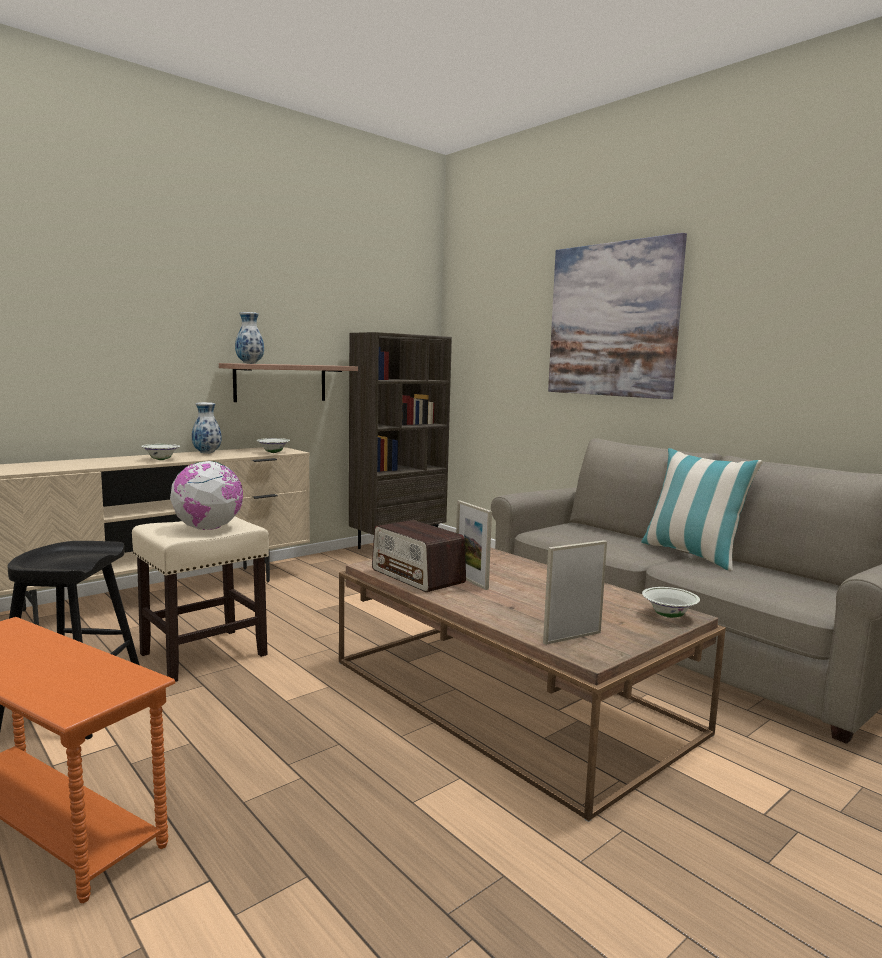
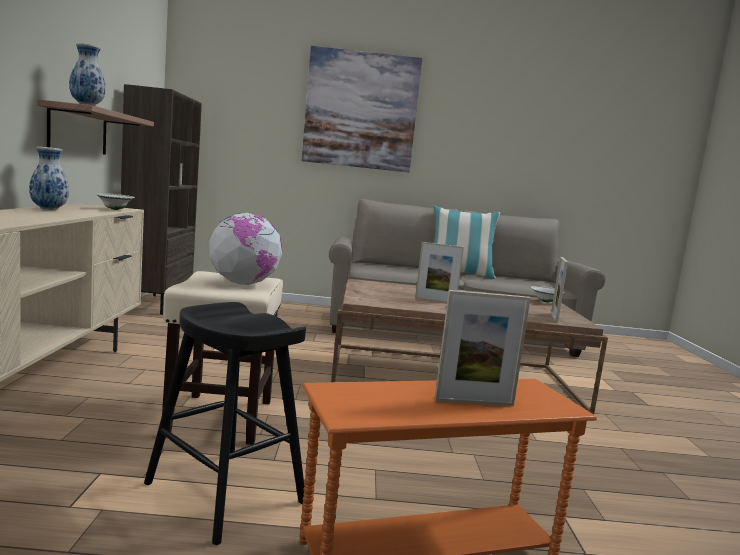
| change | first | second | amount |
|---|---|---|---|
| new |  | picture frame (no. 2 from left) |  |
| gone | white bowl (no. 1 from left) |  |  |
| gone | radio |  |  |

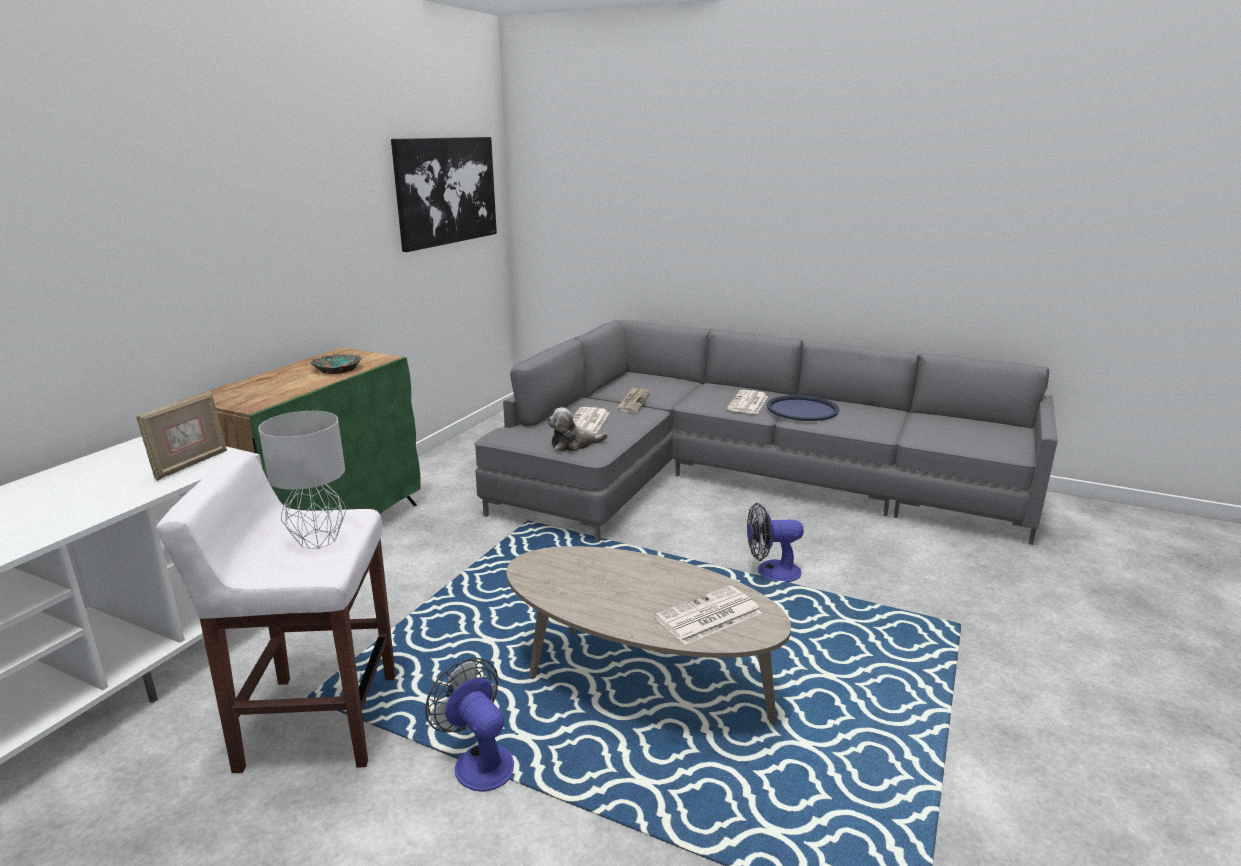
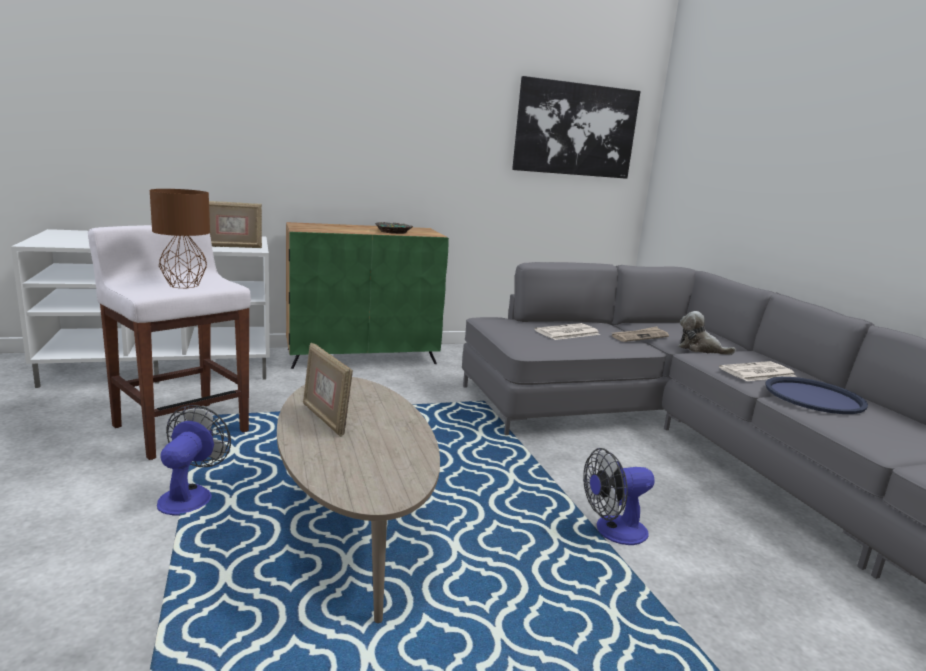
| change | first | second | amount |
|---|---|---|---|
| repainted | grey table lamp | brown table lamp |  |
| new |  | picture frame (no. 2 from left) |  |
| rotated | fan (no. 2 from left) |  | 60 degrees counterclockwise |
| shifted | plush toy |  |  |
| gone | newspaper (no. 3 from left) |  |  |

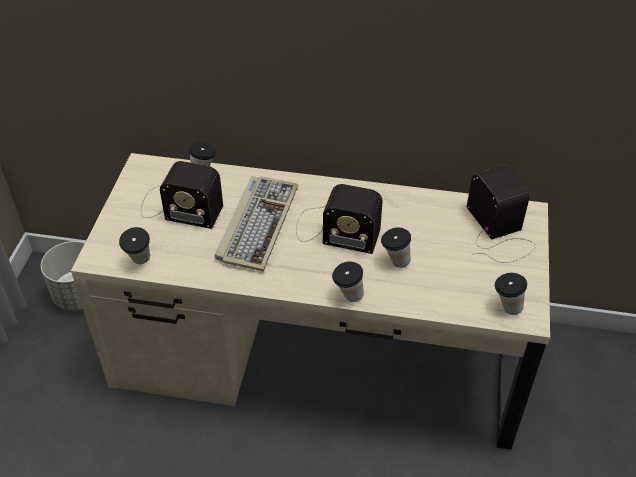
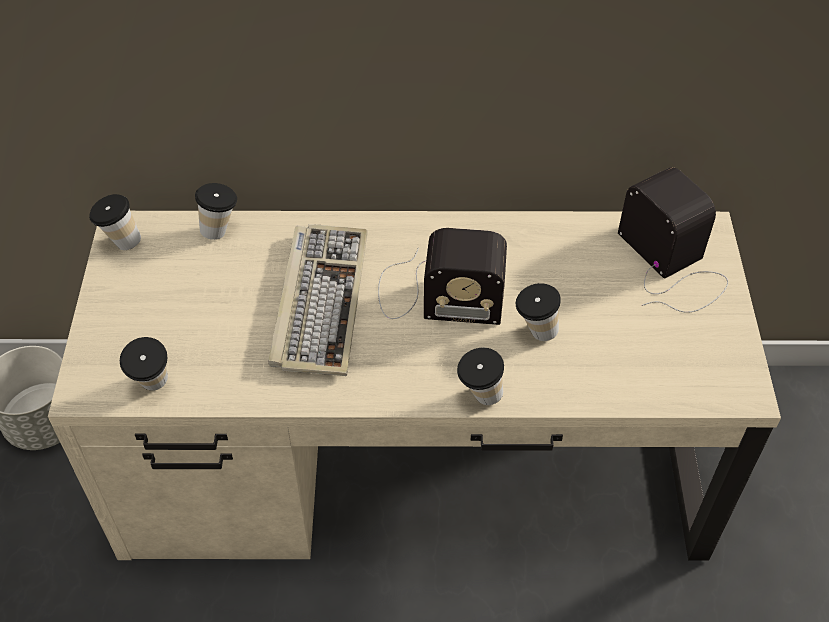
| change | first | second | amount |
|---|---|---|---|
| shifted | cup (no. 5 from left in the first image) | cup (no. 1 from left) |  |
| gone | radio (no. 1 from left) |  |  |

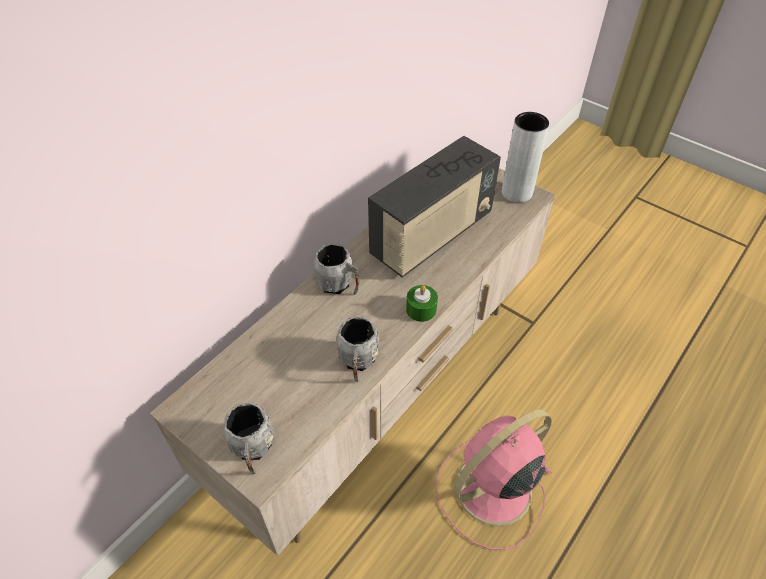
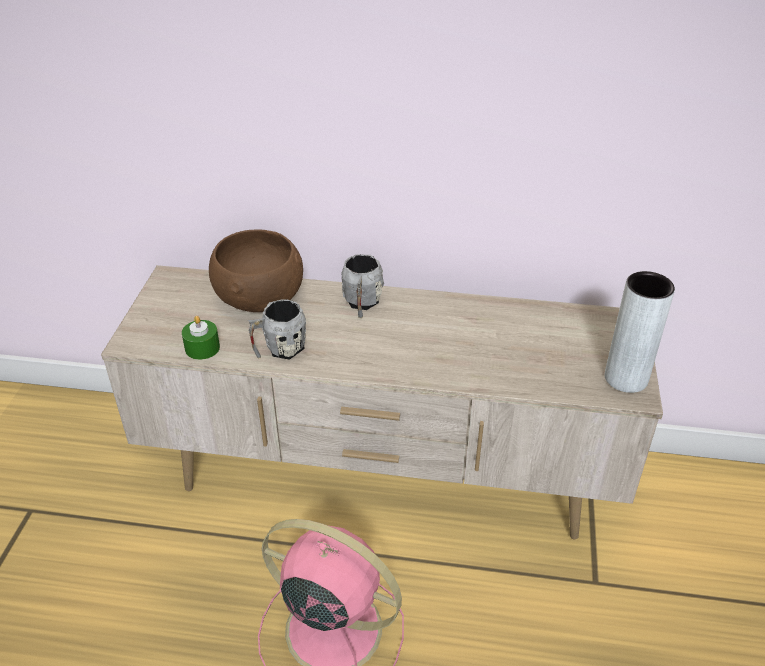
| change | first | second | amount |
|---|---|---|---|
| shifted | green candle |  |  |
| new |  | brown bowl |  |
| gone | grey mug (no. 1 from left) |  |  |
| gone | radio |  |  |

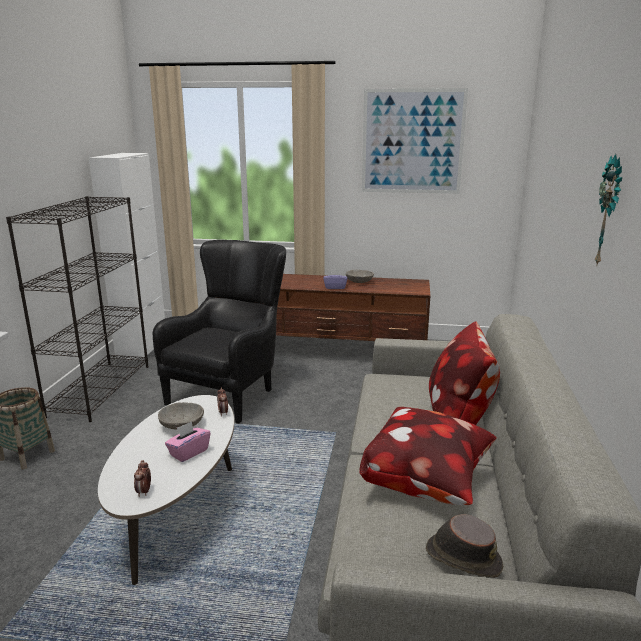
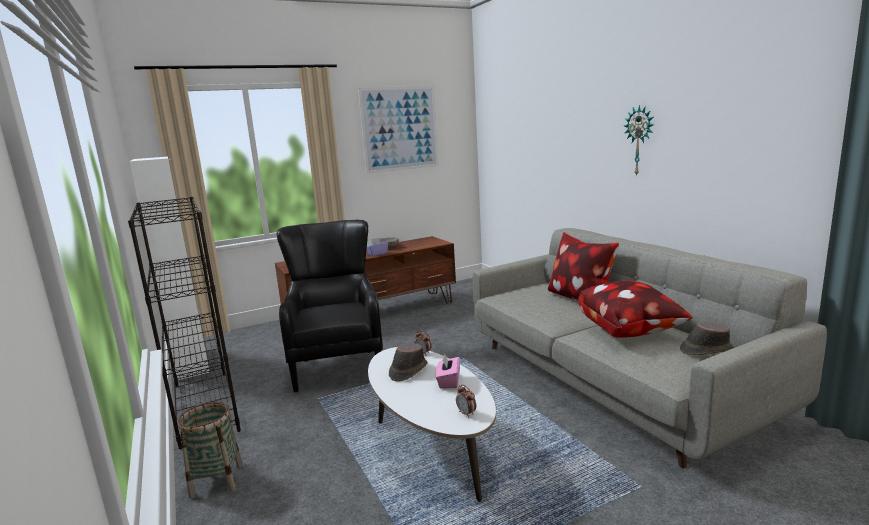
| change | first | second | amount |
|---|---|---|---|
| swapped | grey bowl (no. 1 from left) | brown hat (no. 1 from left) |  |

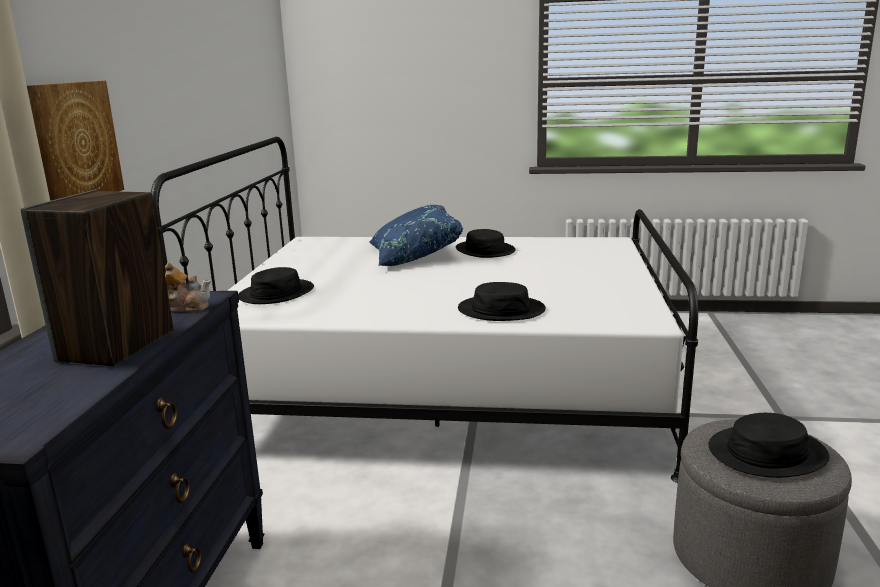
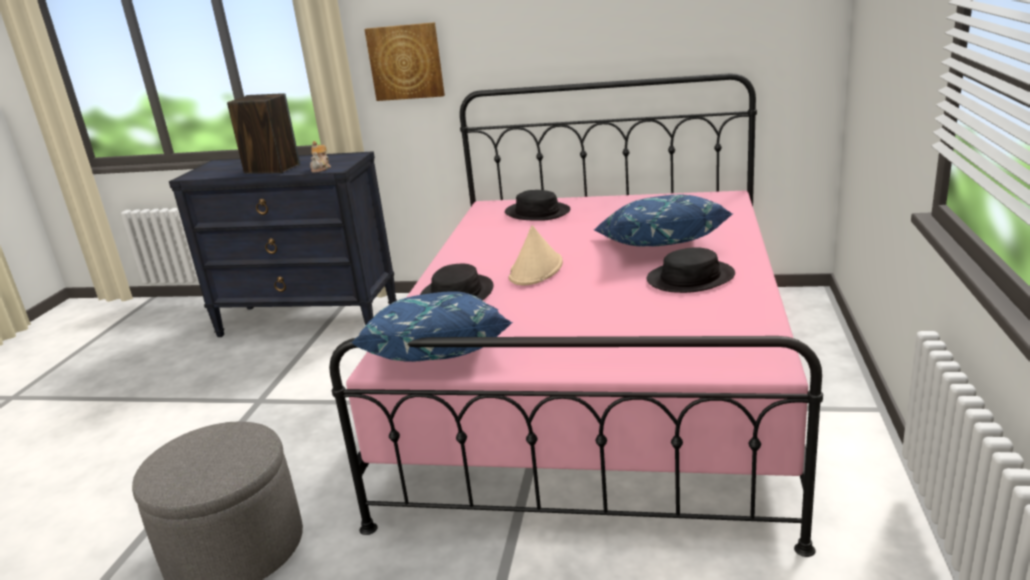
| change | first | second | amount |
|---|---|---|---|
| repainted | white bed | pink bed |  |
| new |  | blue pillow (no. 1 from left) |  |
| new |  | beige hat |  |
| gone | black hat (no. 4 from left) |  |  |

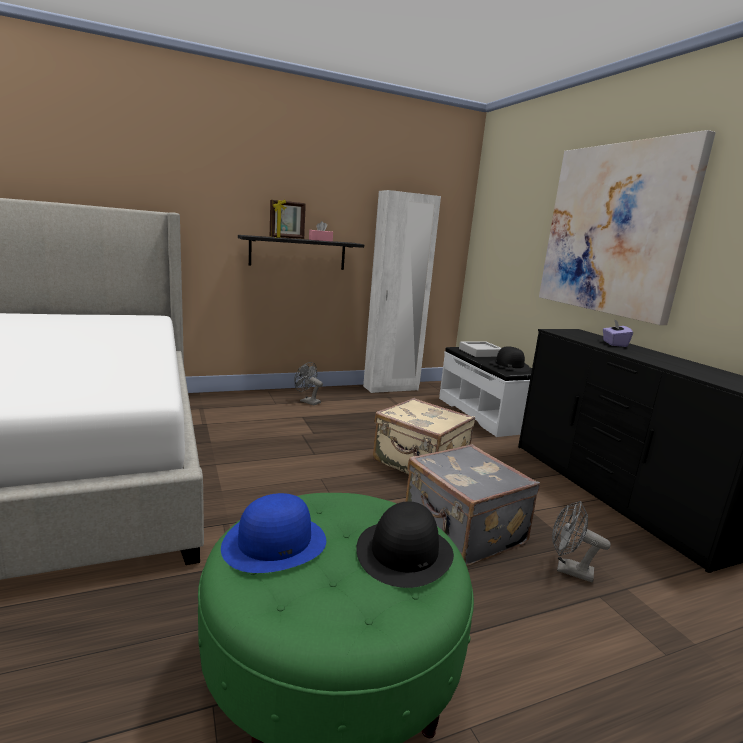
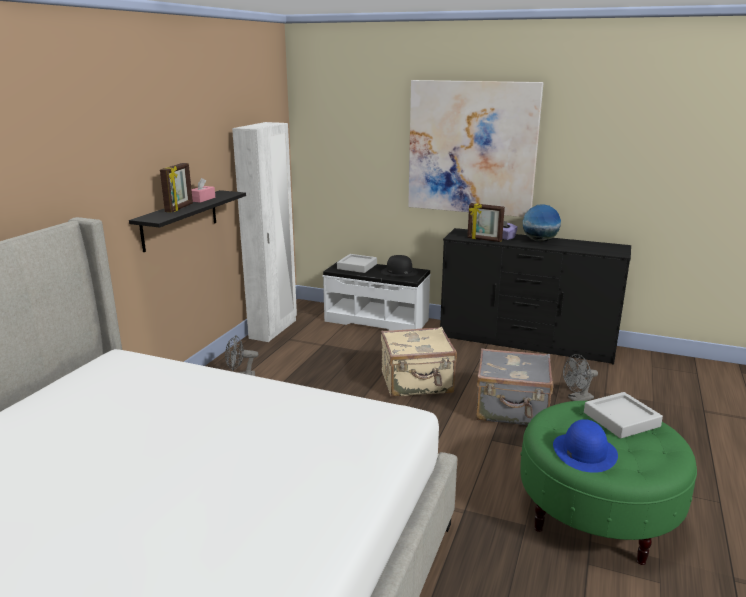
| change | first | second | amount |
|---|---|---|---|
| new |  | picture frame (no. 2 from left) |  |
| new |  | globe |  |
| swapped | black hat (no. 1 from left) | grey tray (no. 2 from left) |  |

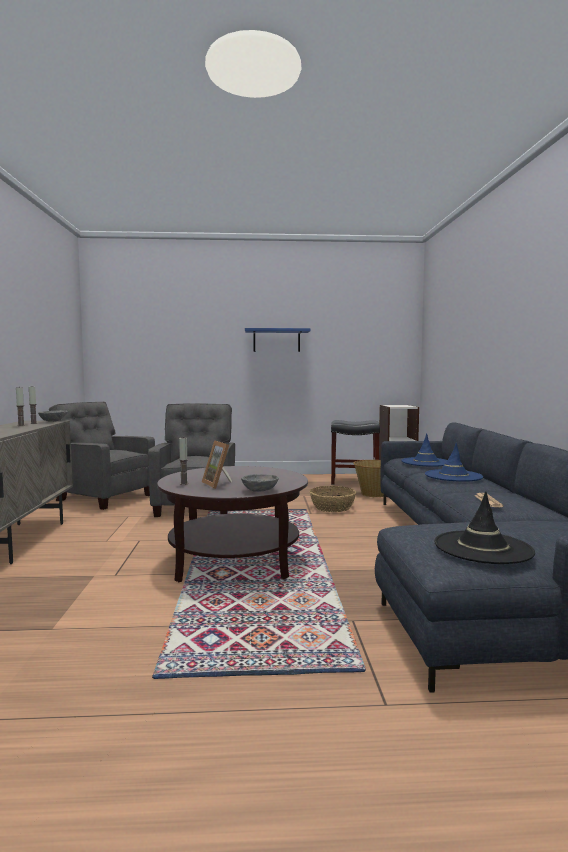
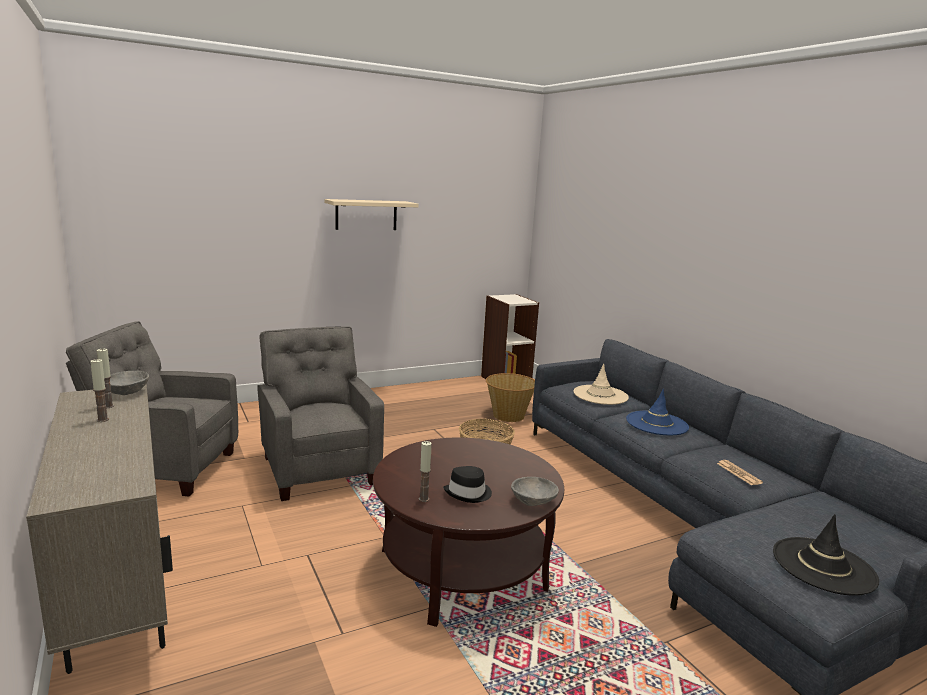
| change | first | second | amount |
|---|---|---|---|
| repainted | blue shelf | beige shelf |  |
| swapped | picture frame | black hat (no. 1 from left) |  |
| repainted | blue hat (no. 1 from left) | beige hat |  |
| gone | black stool |  |  |

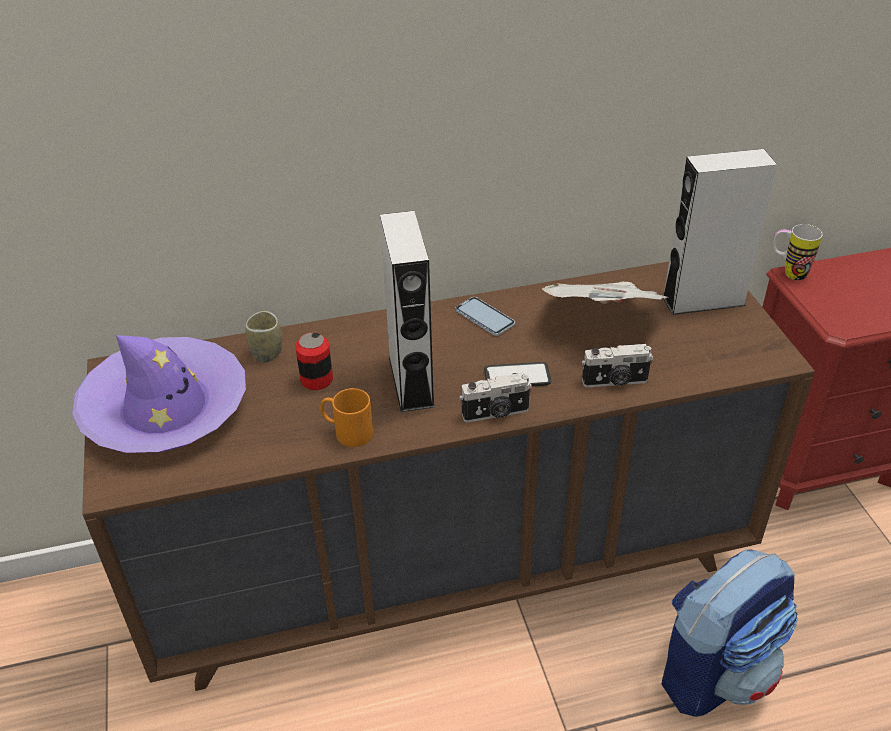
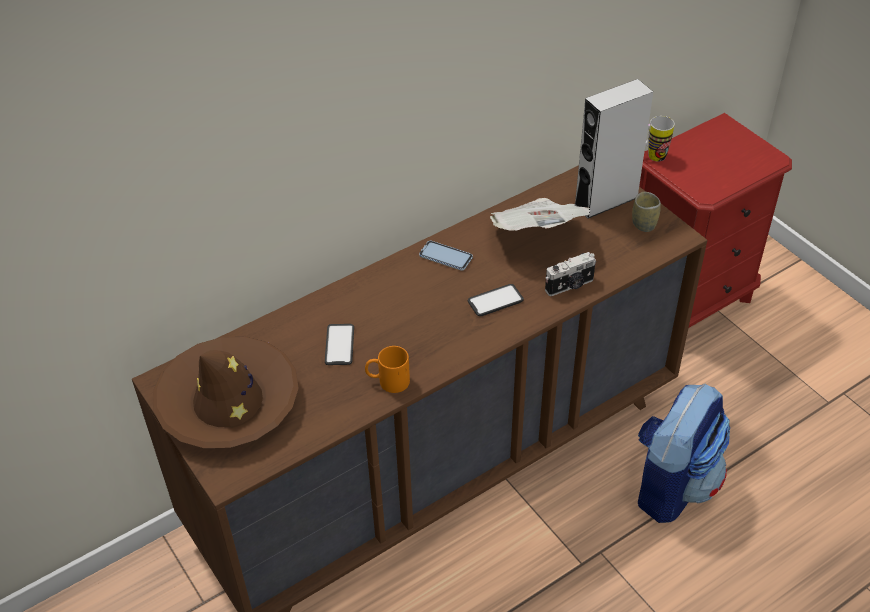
| change | first | second | amount |
|---|---|---|---|
| repainted | purple hat | brown hat |  |
| swapped | can | phone (no. 1 from left) |  |
| shifted | cup |  |  |
| gone | grey speaker (no. 1 from left) |  |  |
| gone | photo camera (no. 1 from left) |  |  |

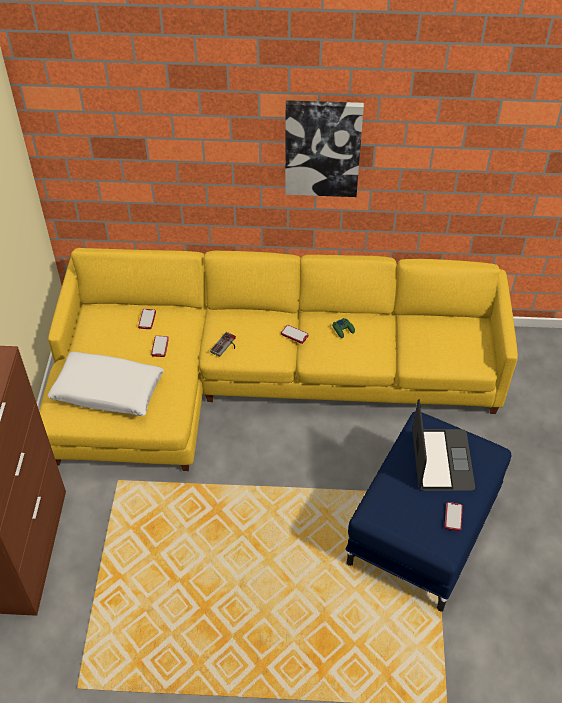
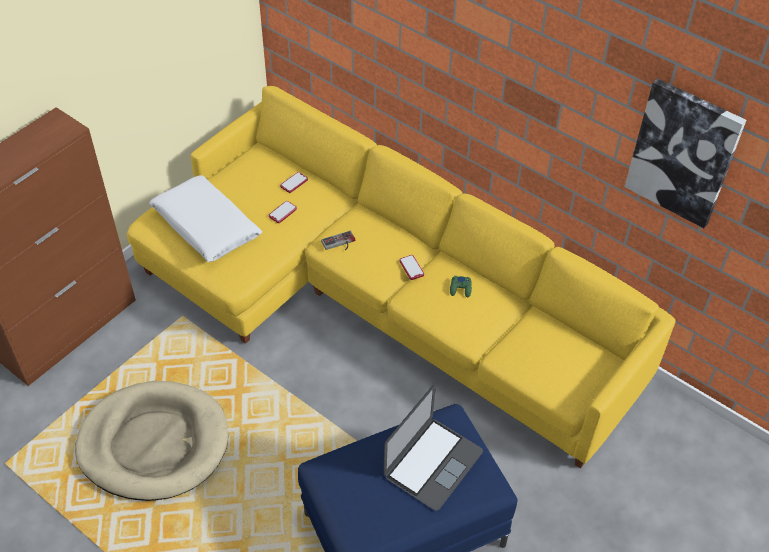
| change | first | second | amount |
|---|---|---|---|
| new |  | beige dog bed |  |
| shifted | picture |  |  |
| gone | phone (no. 4 from left) |  |  |

